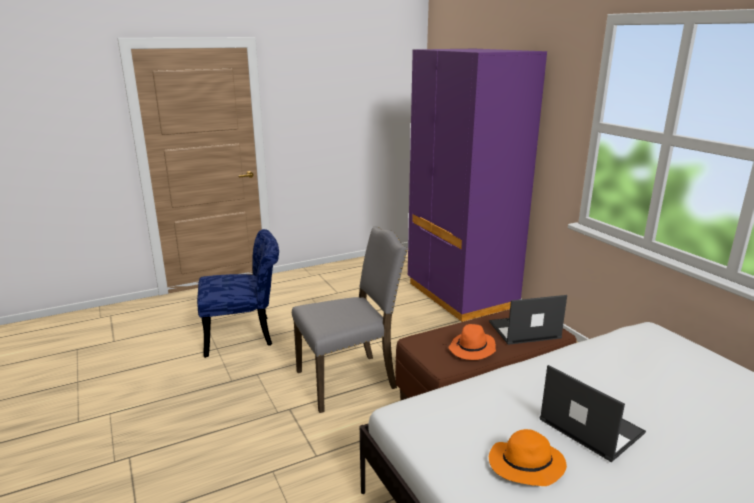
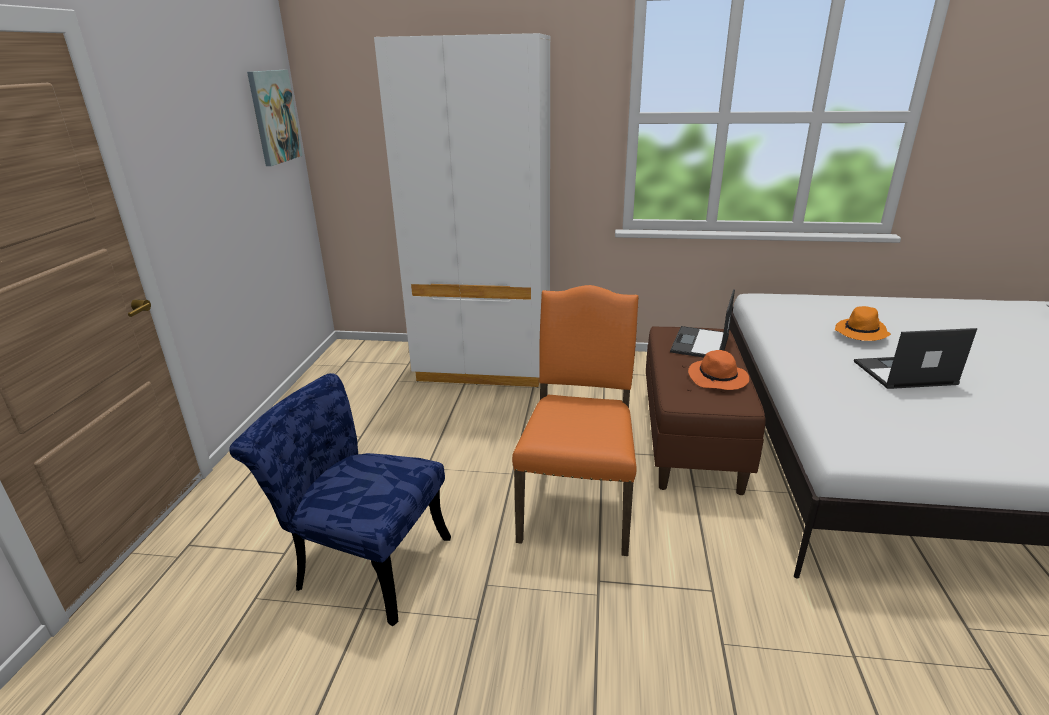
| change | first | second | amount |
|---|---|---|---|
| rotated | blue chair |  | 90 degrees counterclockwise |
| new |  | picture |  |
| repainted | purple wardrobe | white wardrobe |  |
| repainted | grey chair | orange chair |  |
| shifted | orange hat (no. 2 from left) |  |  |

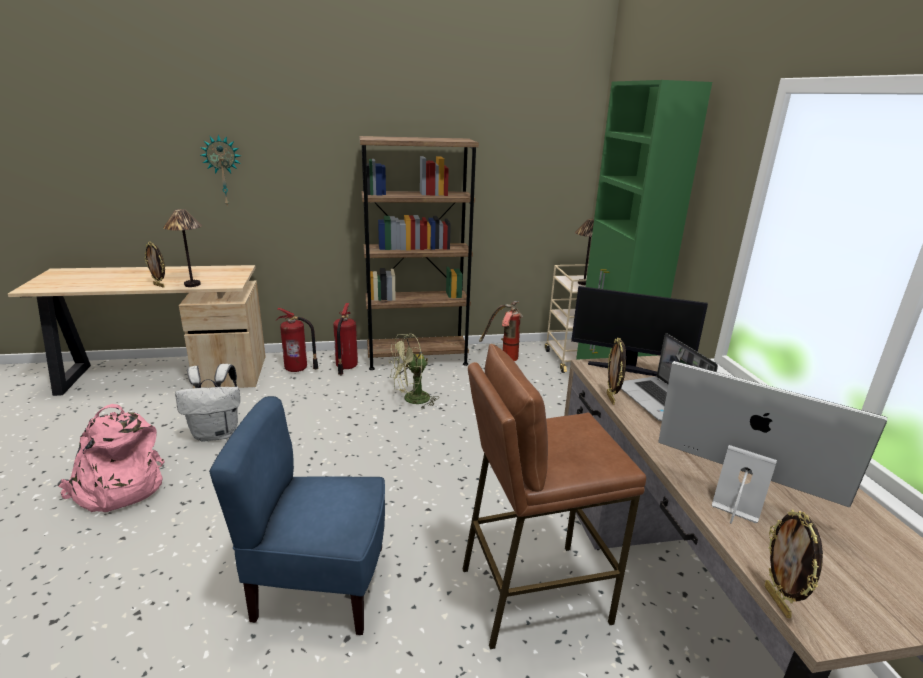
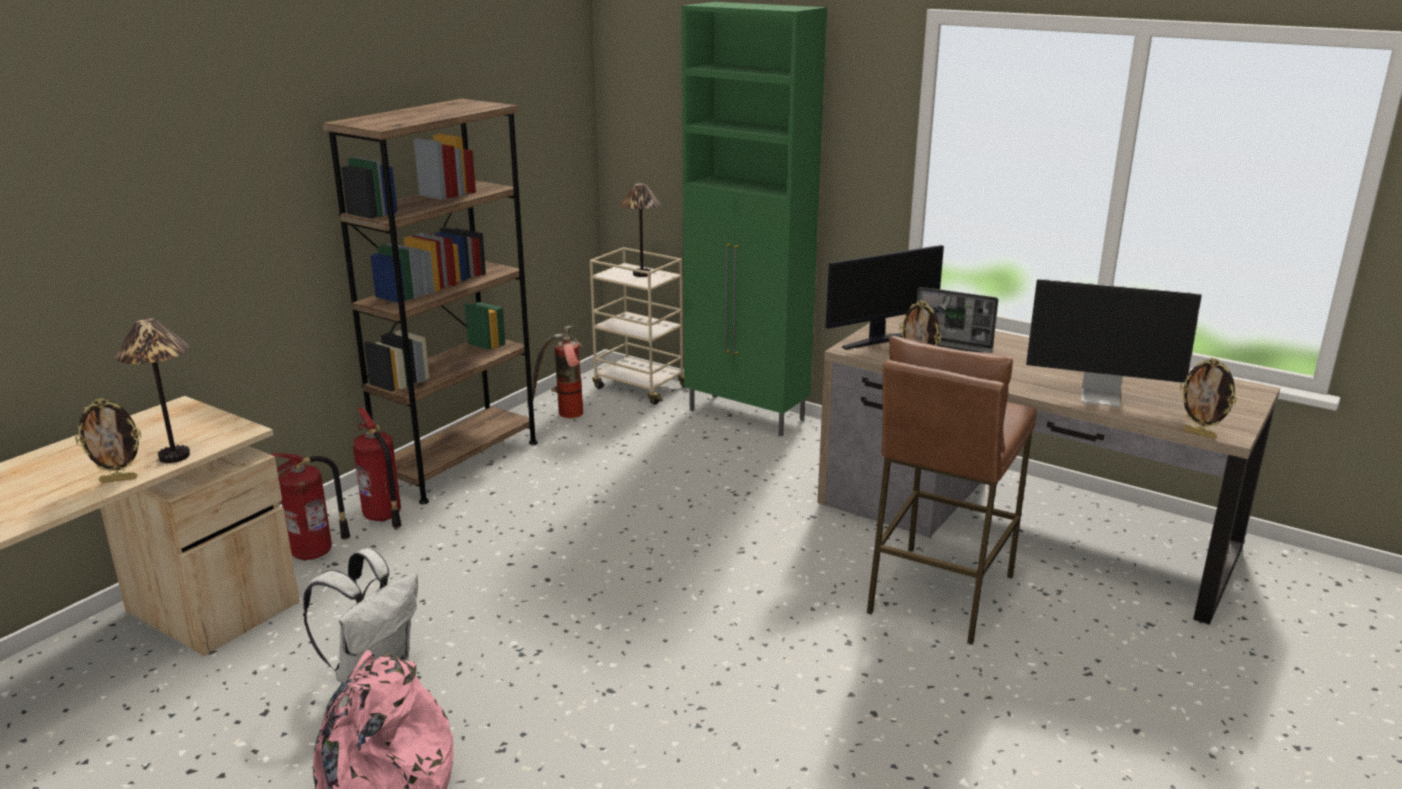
| change | first | second | amount |
|---|---|---|---|
| rotated | monitor (no. 2 from left) |  | 150 degrees counterclockwise |
| gone | wall clock |  |  |
| gone | blue chair |  |  |
| gone | green fan |  |  |

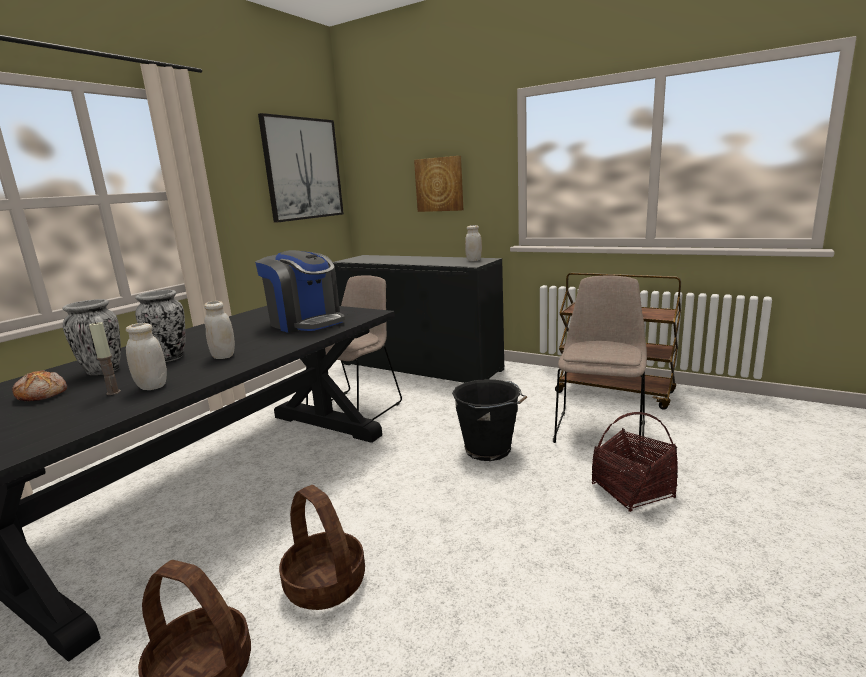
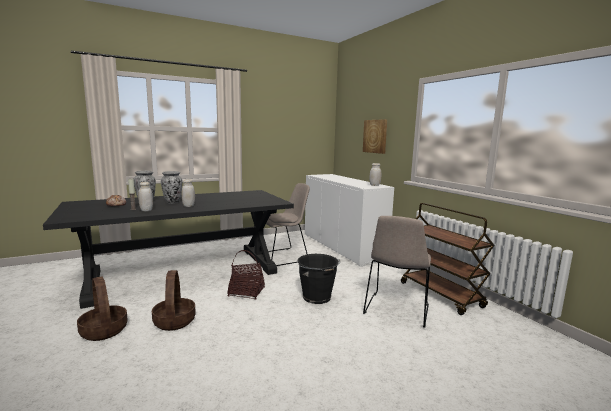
| change | first | second | amount |
|---|---|---|---|
| shifted | basket (no. 3 from left) |  |  |
| repainted | black cabinet | white cabinet |  |
| rotated | beige chair (no. 2 from left) |  | 150 degrees clockwise |
| gone | coffee machine |  |  |
| gone | picture (no. 1 from left) |  |  |

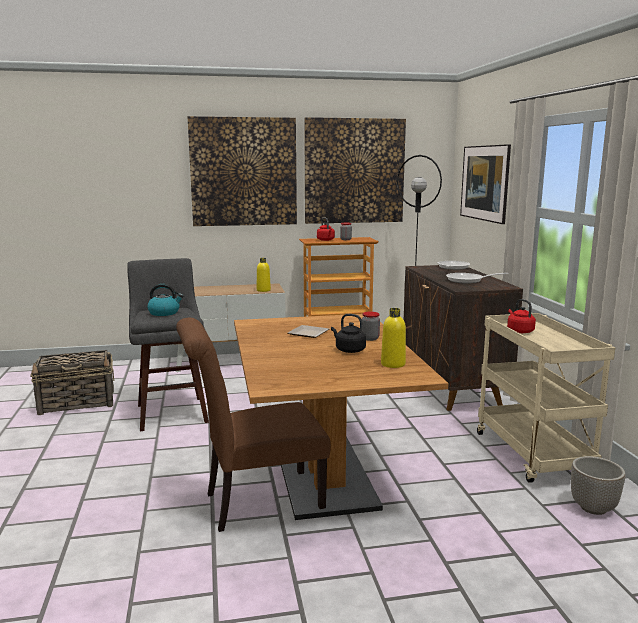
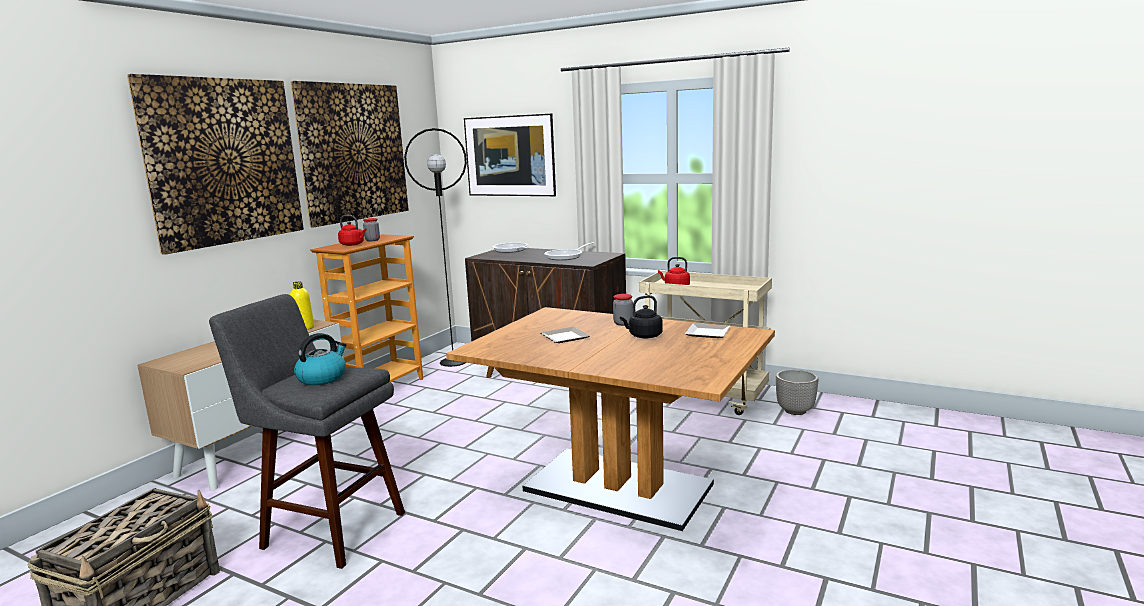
| change | first | second | amount |
|---|---|---|---|
| swapped | yellow bottle (no. 2 from left) | plate (no. 2 from left) |  |
| gone | brown chair |  |  |

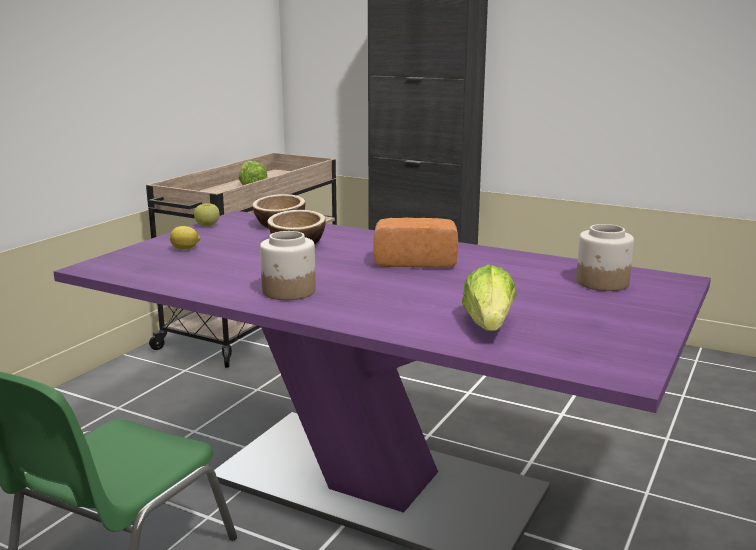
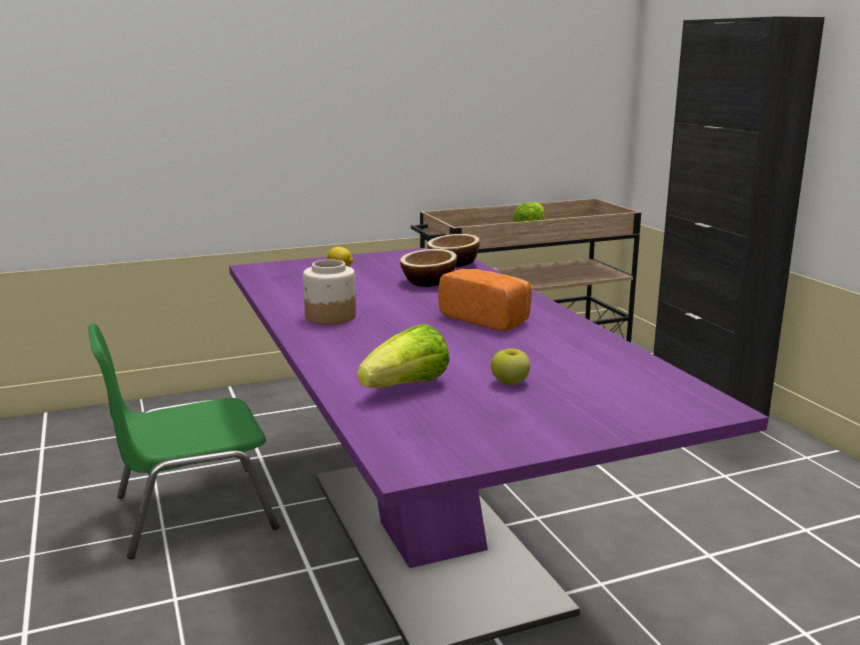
| change | first | second | amount |
|---|---|---|---|
| shifted | apple |  |  |
| gone | jar (no. 2 from left) |  |  |

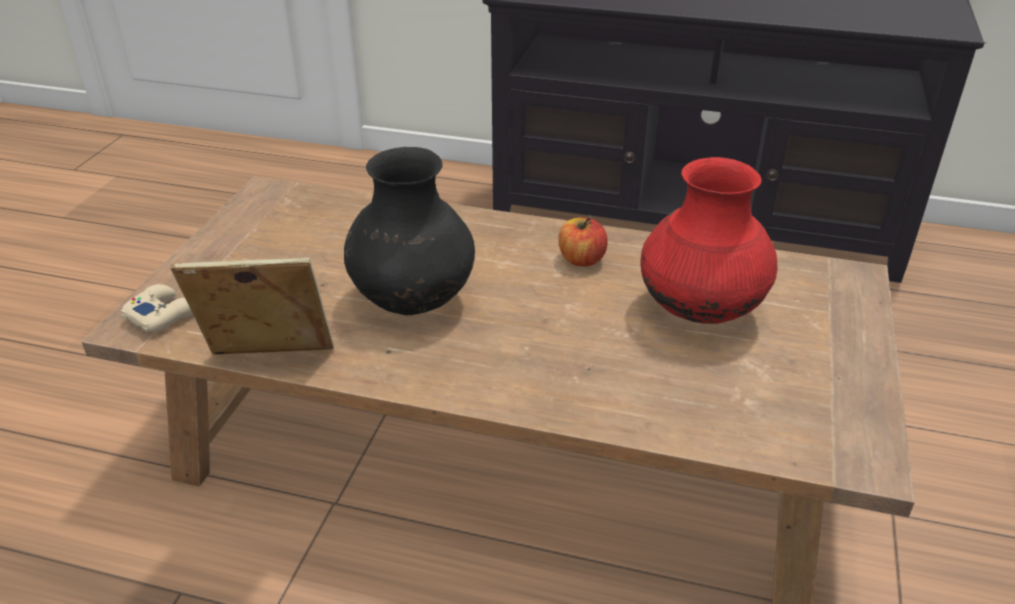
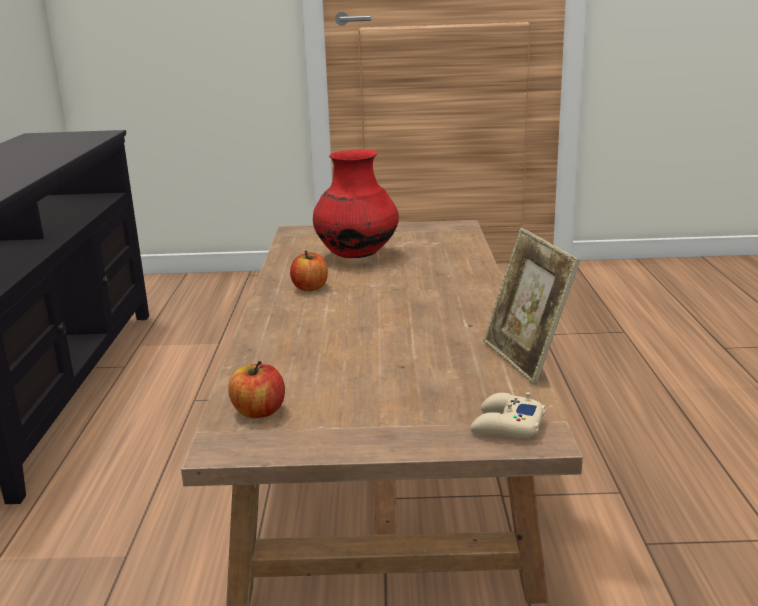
| change | first | second | amount |
|---|---|---|---|
| new |  | apple (no. 1 from left) |  |
| gone | black vase |  |  |

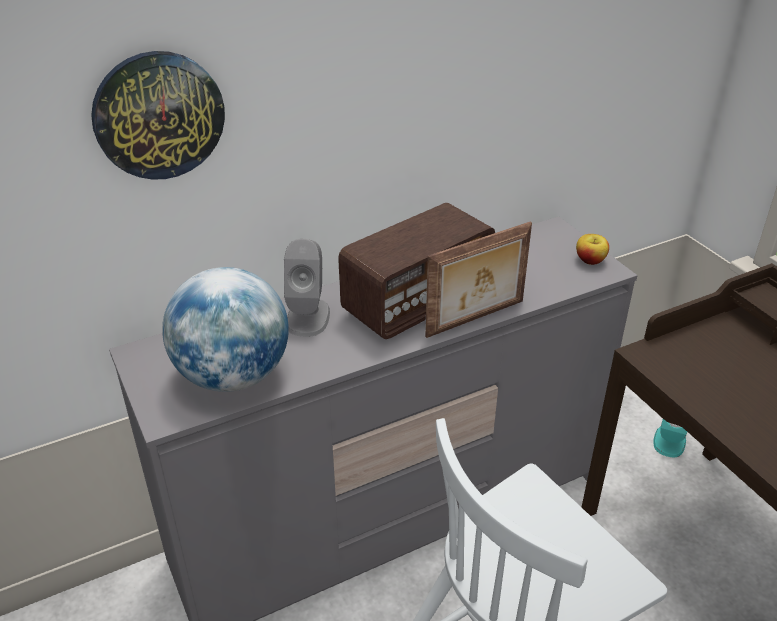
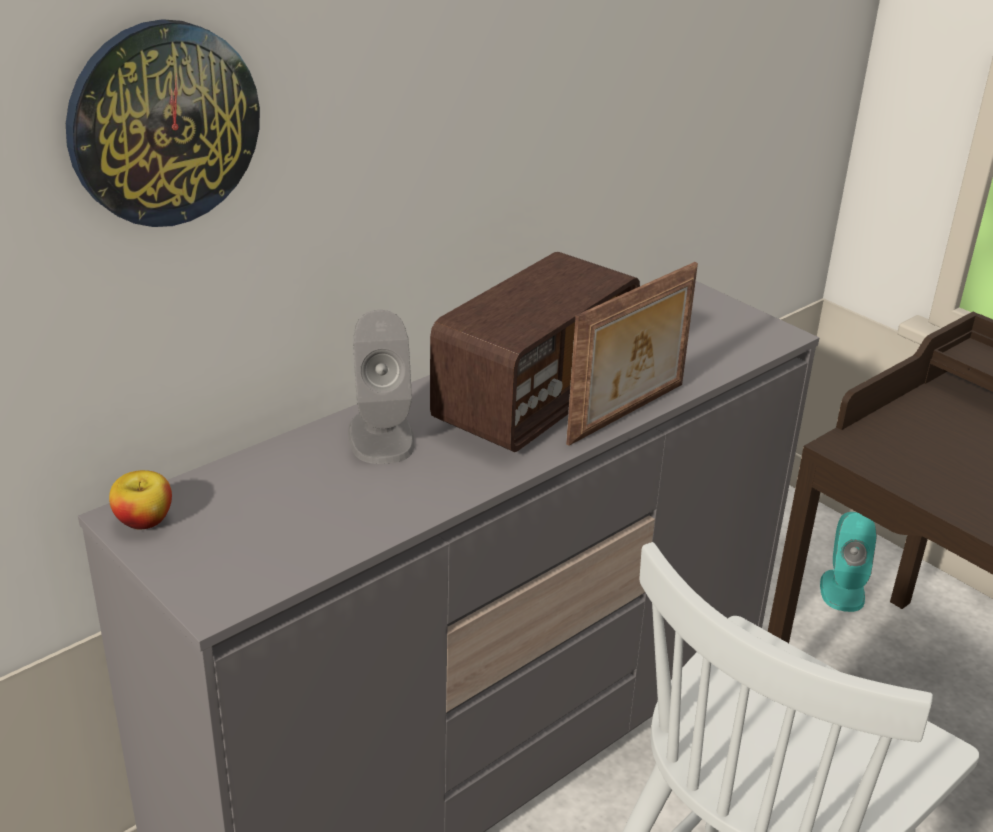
| change | first | second | amount |
|---|---|---|---|
| shifted | apple |  |  |
| gone | globe |  |  |

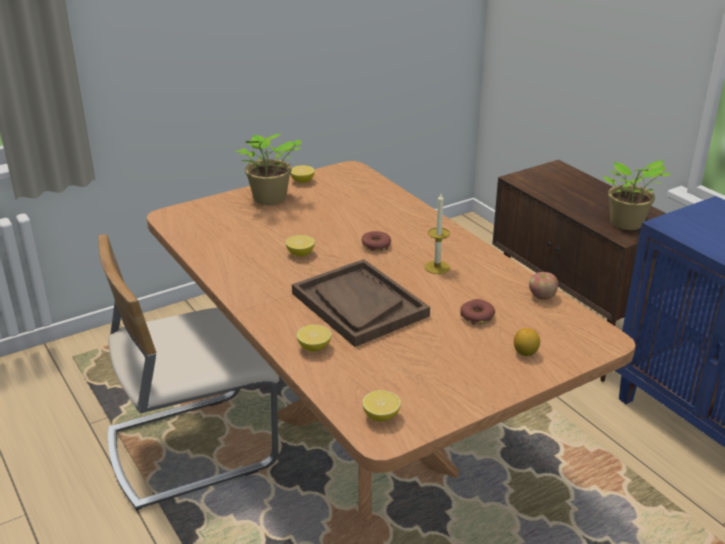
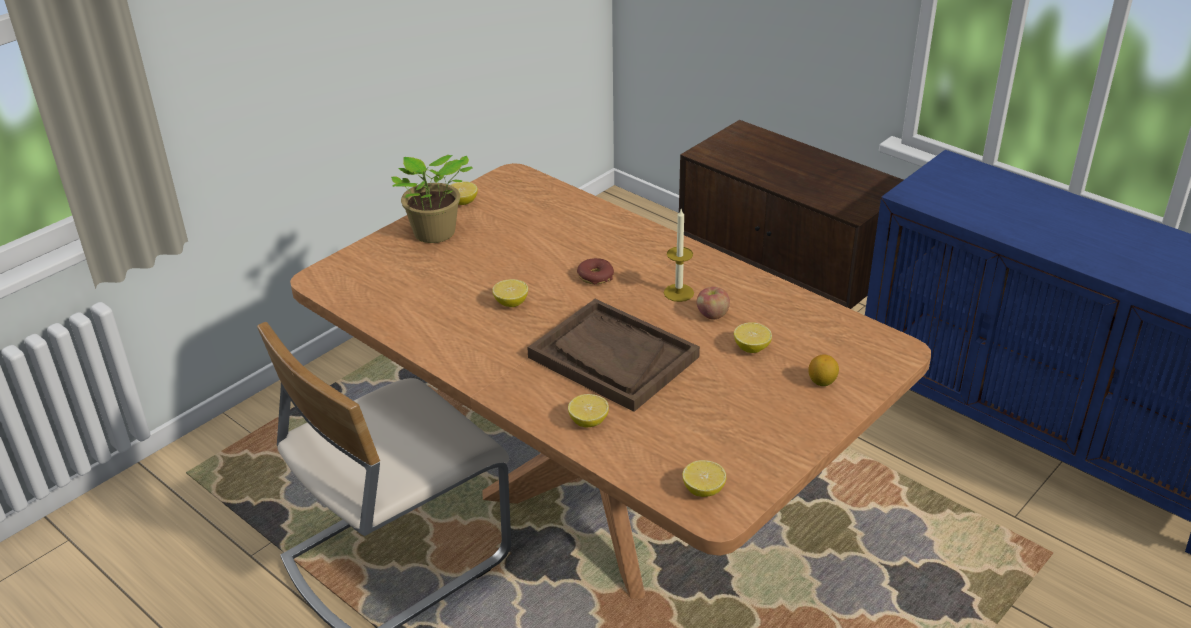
| change | first | second | amount |
|---|---|---|---|
| shifted | apple |  |  |
| swapped | donut (no. 2 from left) | lemon (no. 5 from left) |  |
| gone | potted plant (no. 2 from left) |  |  |

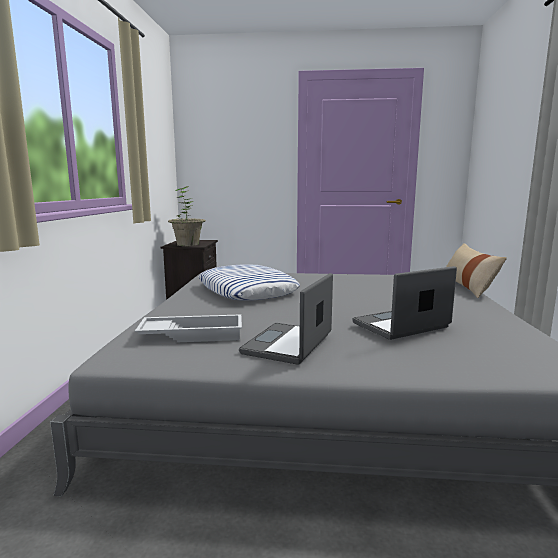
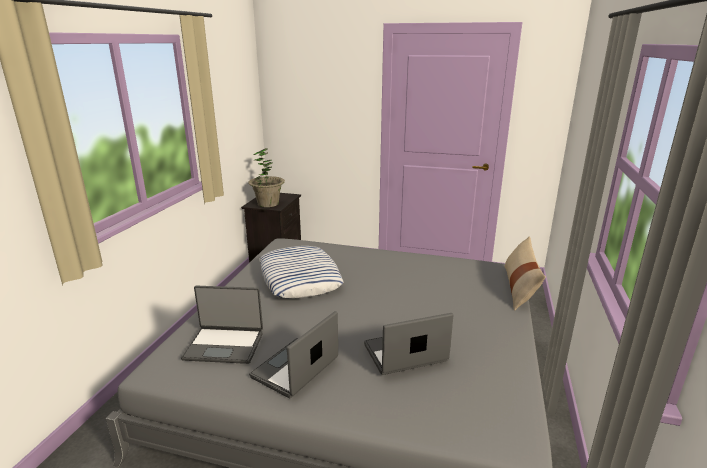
| change | first | second | amount |
|---|---|---|---|
| swapped | white tray | laptop (no. 1 from left) |  |

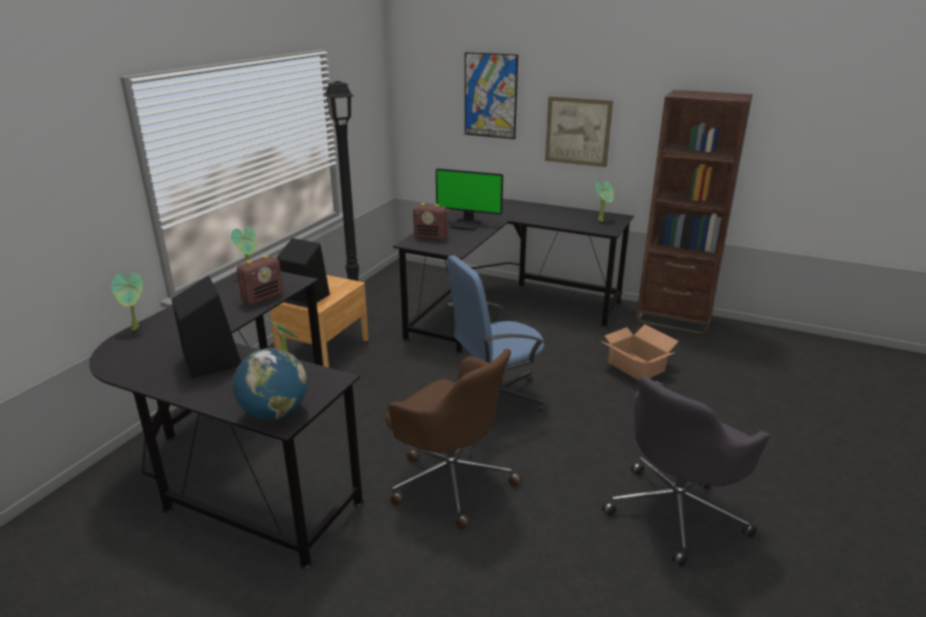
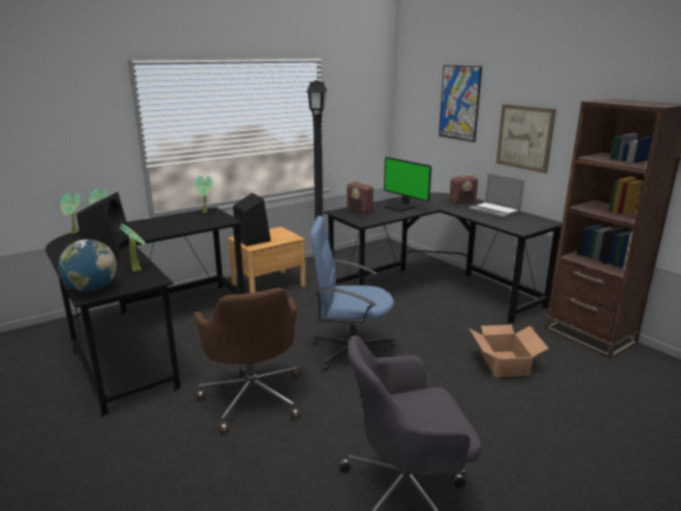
| change | first | second | amount |
|---|---|---|---|
| shifted | potted plant (no. 4 from left in the first image) | potted plant (no. 1 from left) |  |
| shifted | radio (no. 1 from left in the first image) | radio (no. 2 from left) |  |
| new |  | laptop |  |

